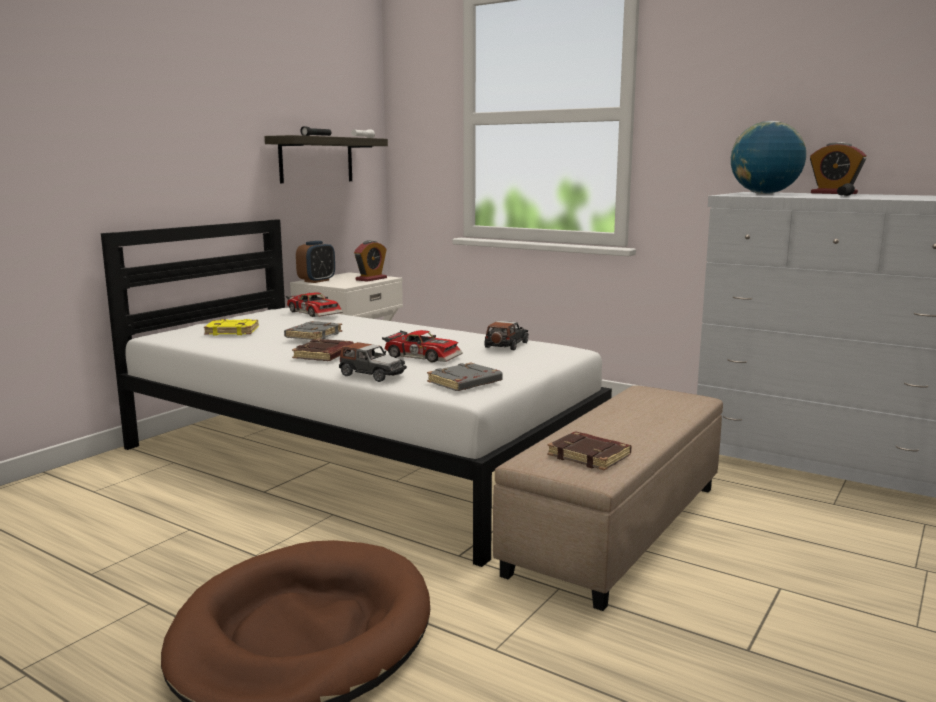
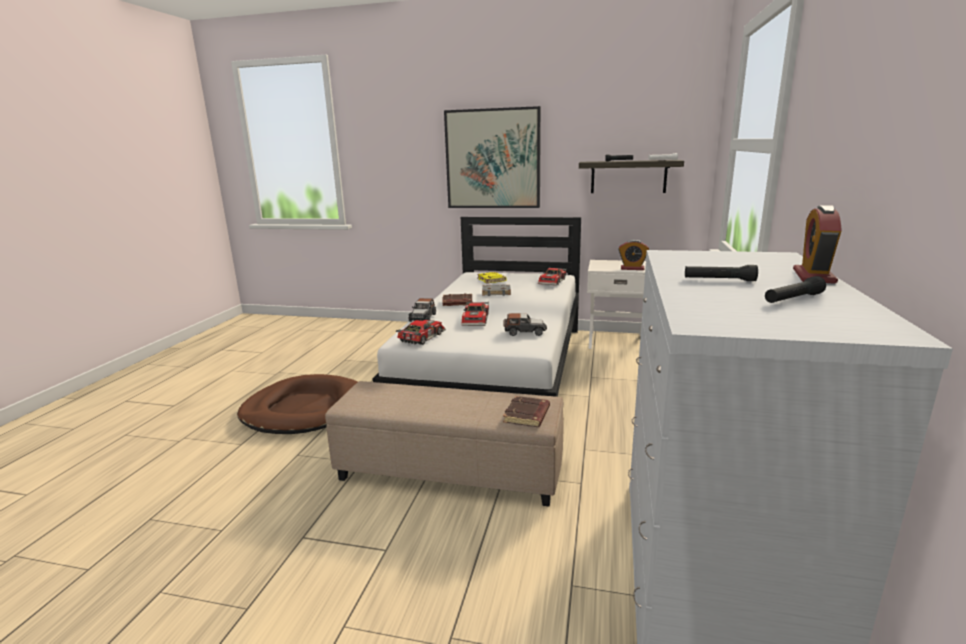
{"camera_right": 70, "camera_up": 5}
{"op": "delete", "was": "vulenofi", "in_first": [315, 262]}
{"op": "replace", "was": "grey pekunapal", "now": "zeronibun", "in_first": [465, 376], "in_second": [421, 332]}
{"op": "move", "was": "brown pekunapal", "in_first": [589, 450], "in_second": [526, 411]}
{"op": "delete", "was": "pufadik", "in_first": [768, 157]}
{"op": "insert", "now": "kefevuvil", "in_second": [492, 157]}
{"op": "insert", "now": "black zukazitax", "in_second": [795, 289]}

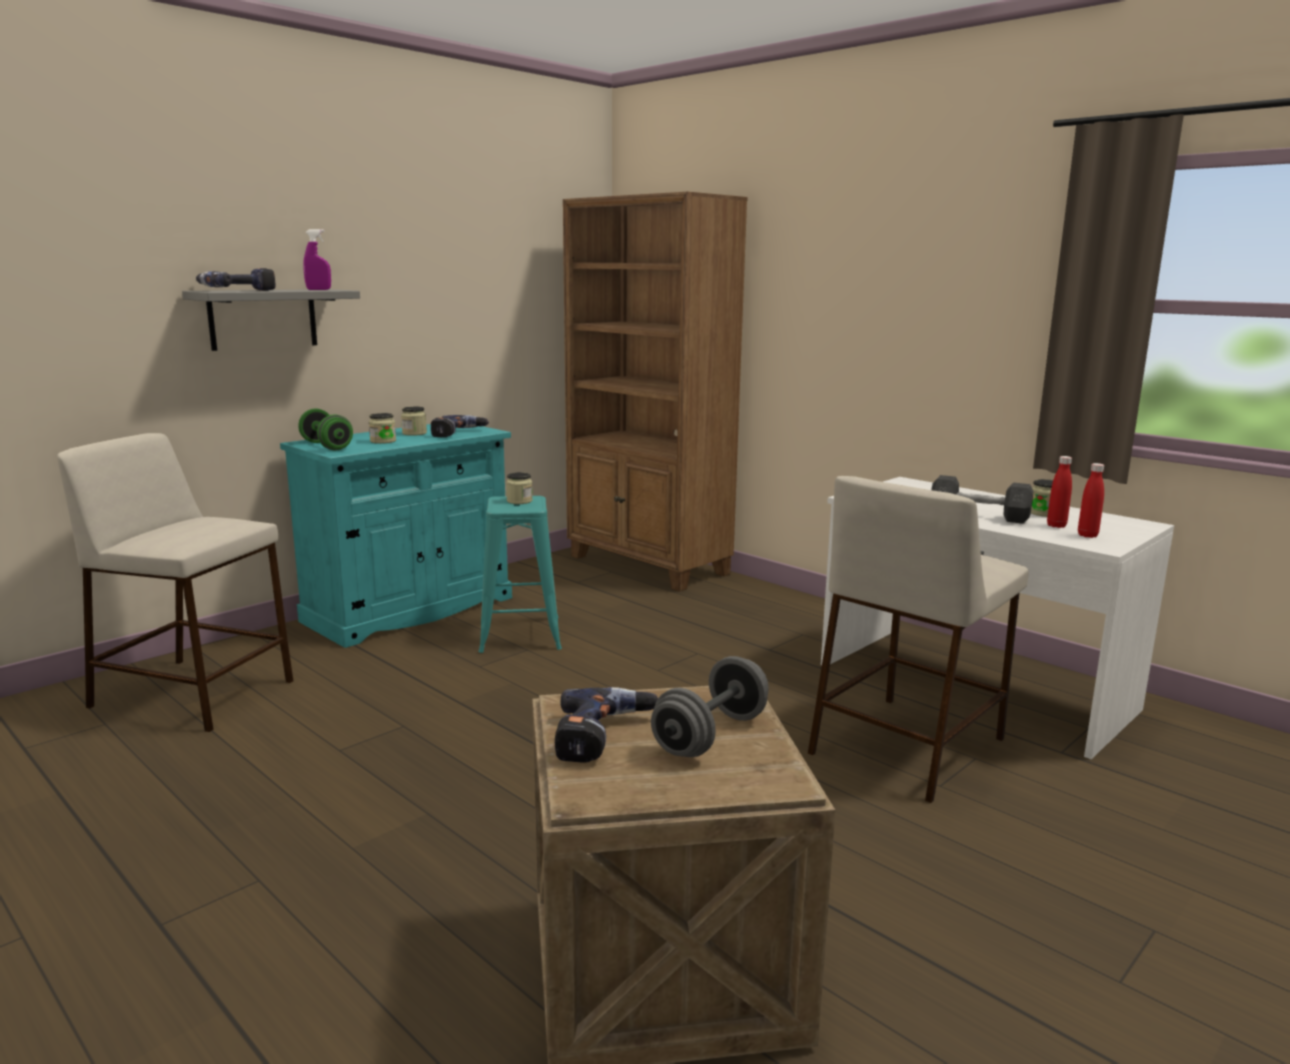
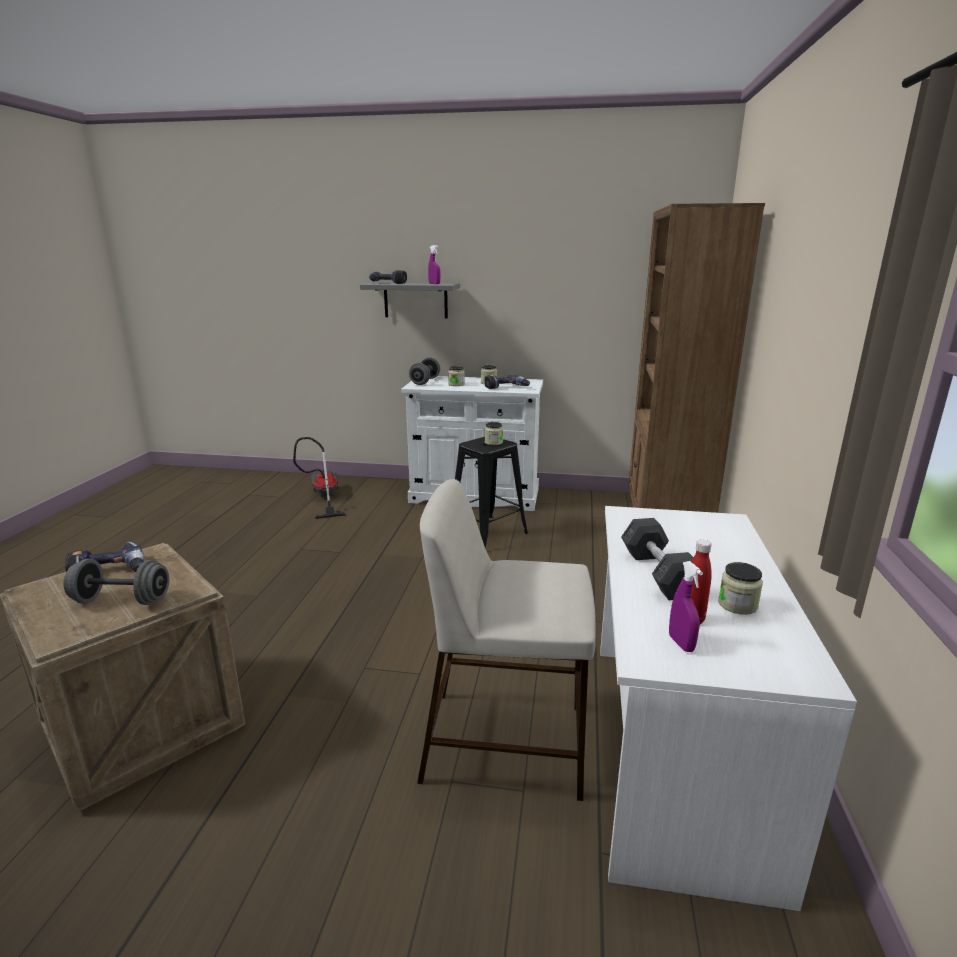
{"camera_right": 55, "camera_up": 5}
{"op": "replace", "was": "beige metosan", "now": "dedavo", "in_first": [175, 582], "in_second": [319, 478]}
{"op": "recolor", "was": "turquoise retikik", "now": "white retikik", "in_first": [396, 536], "in_second": [472, 443]}
{"op": "recolor", "was": "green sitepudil", "now": "grey sitepudil", "in_first": [325, 429], "in_second": [424, 371]}
{"op": "recolor", "was": "turquoise metosan", "now": "black metosan", "in_first": [520, 574], "in_second": [491, 493]}
{"op": "replace", "was": "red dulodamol", "now": "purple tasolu", "in_first": [1091, 500], "in_second": [686, 606]}

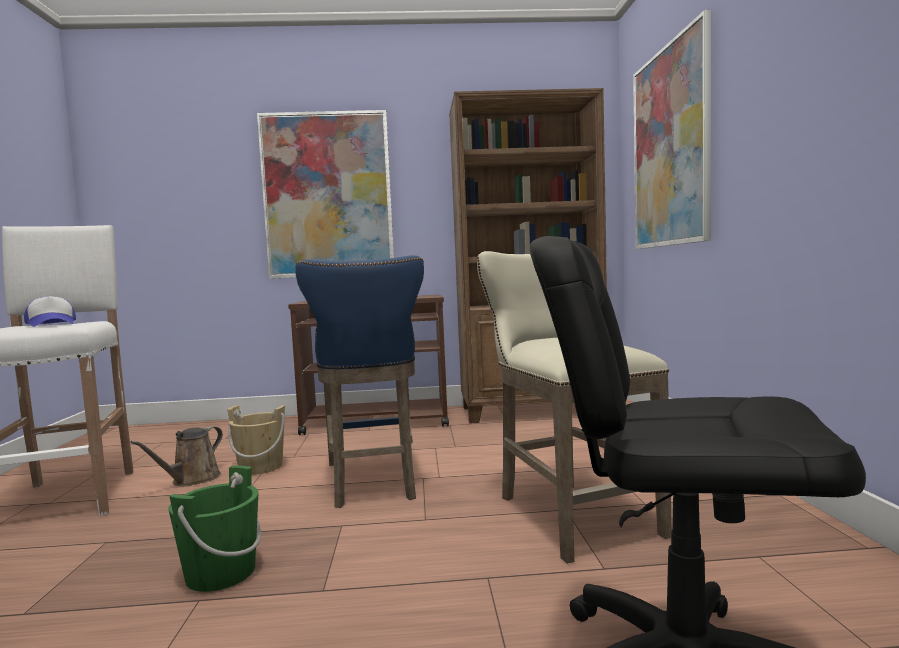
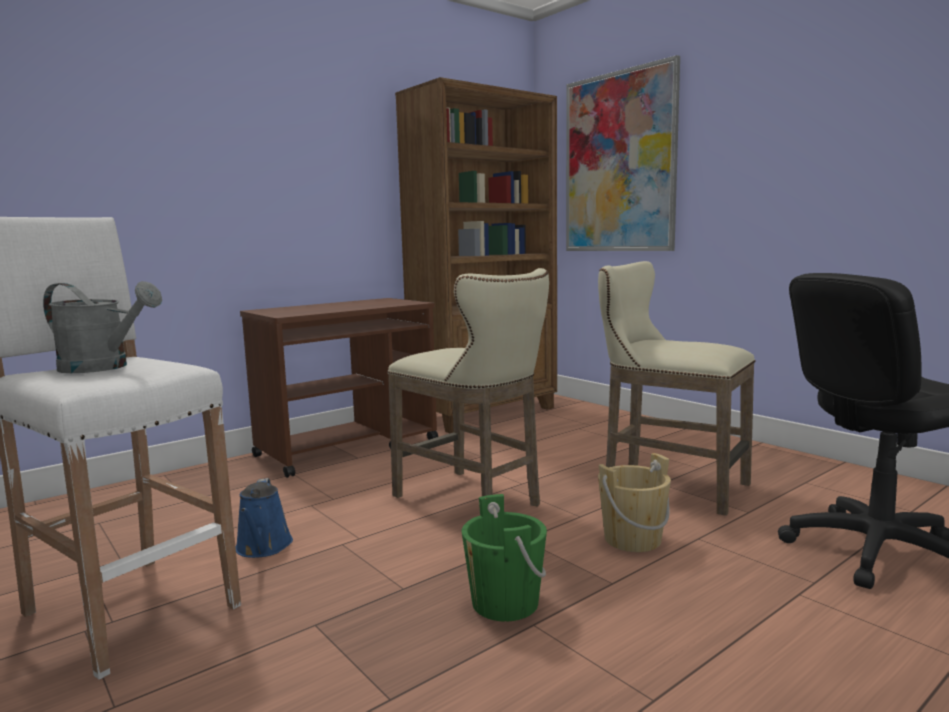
{"camera_right": -35, "camera_up": 5}
{"op": "replace", "was": "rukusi", "now": "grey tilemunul", "in_first": [50, 311], "in_second": [102, 327]}
{"op": "recolor", "was": "brown tilemunul", "now": "blue tilemunul", "in_first": [176, 456], "in_second": [264, 518]}
{"op": "move", "was": "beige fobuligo", "in_first": [256, 440], "in_second": [634, 502]}
{"op": "delete", "was": "kefevuvil", "in_first": [325, 194]}
{"op": "recolor", "was": "blue metosan", "now": "beige metosan", "in_first": [359, 381], "in_second": [468, 387]}

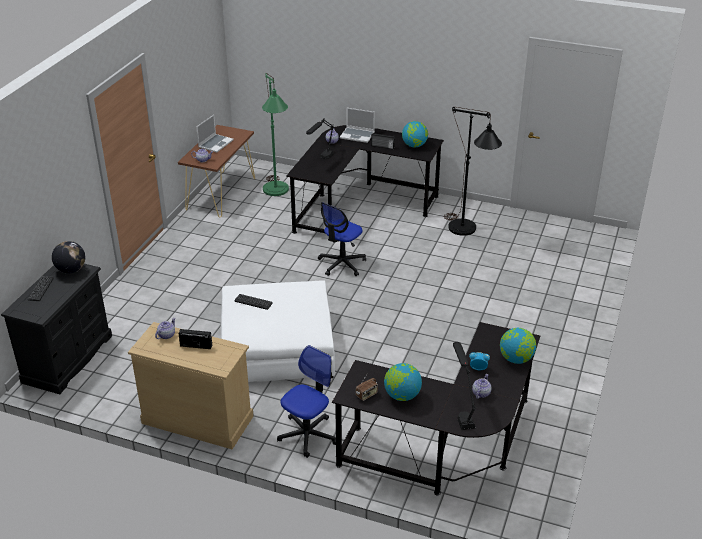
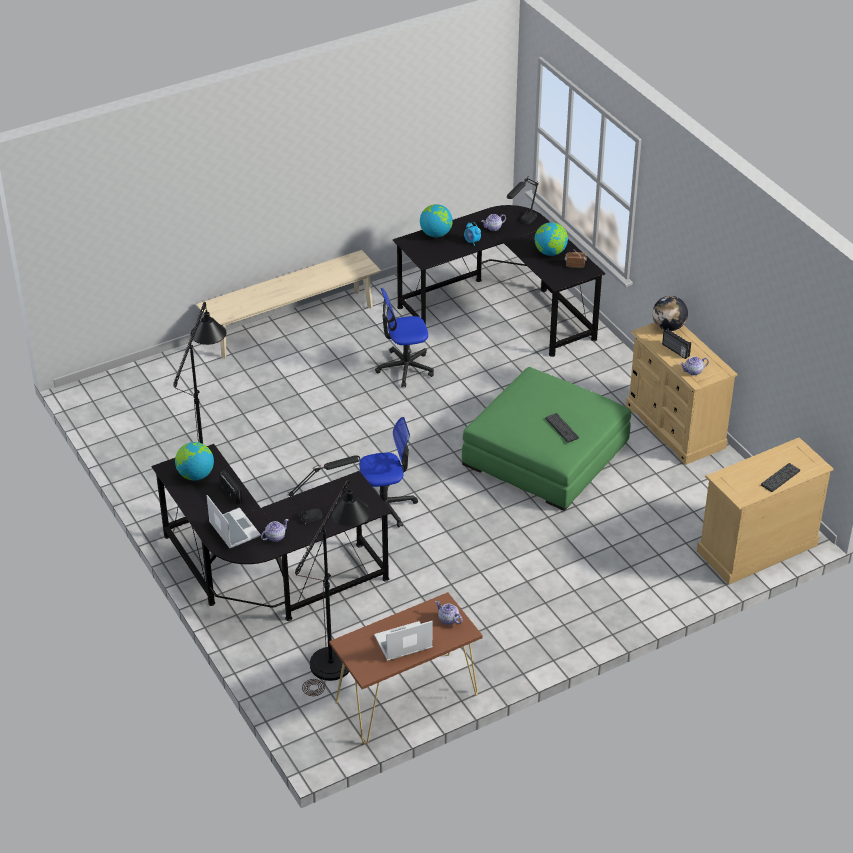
{"camera_right": -140, "camera_up": 5}
{"op": "recolor", "was": "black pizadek", "now": "beige pizadek", "in_first": [56, 329], "in_second": [765, 510]}
{"op": "move", "was": "pufadik", "in_first": [68, 257], "in_second": [670, 313]}
{"op": "recolor", "was": "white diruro", "now": "green diruro", "in_first": [278, 331], "in_second": [546, 439]}
{"op": "recolor", "was": "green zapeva", "now": "black zapeva", "in_first": [275, 134], "in_second": [332, 588]}
{"op": "move", "was": "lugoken", "in_first": [306, 401], "in_second": [404, 338]}
{"op": "insert", "now": "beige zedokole", "in_second": [288, 304]}

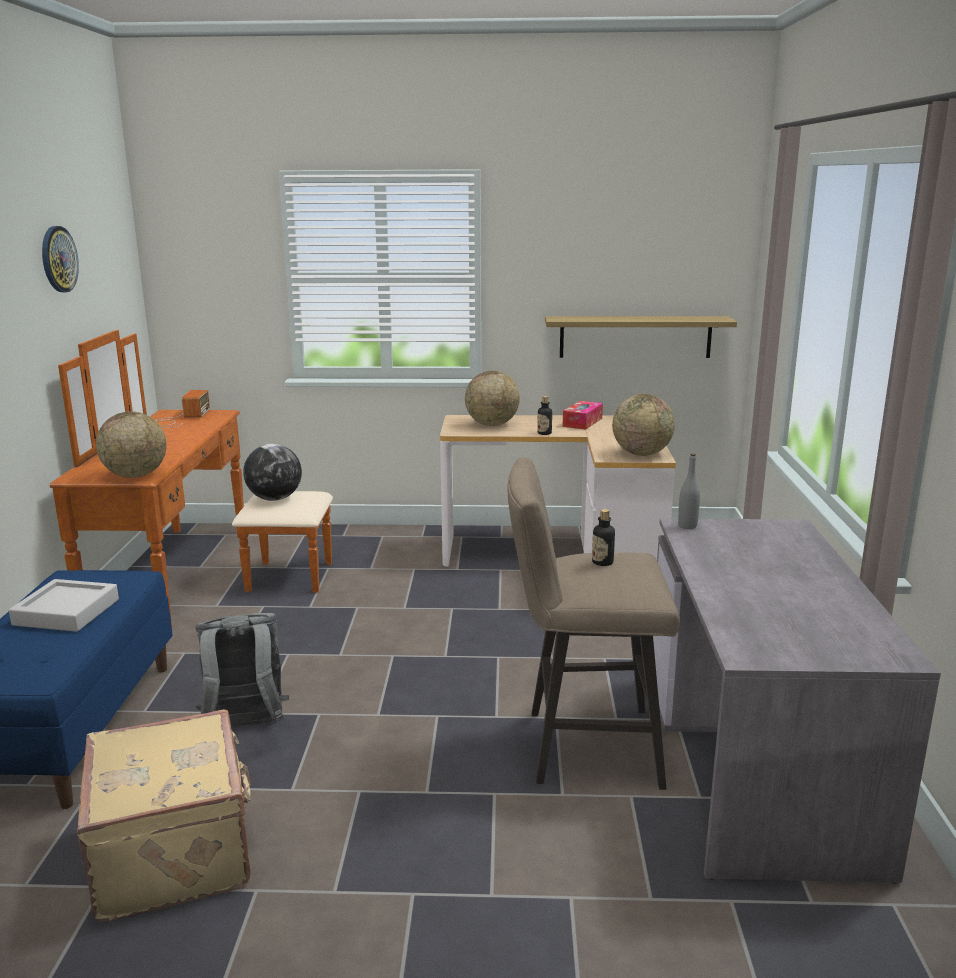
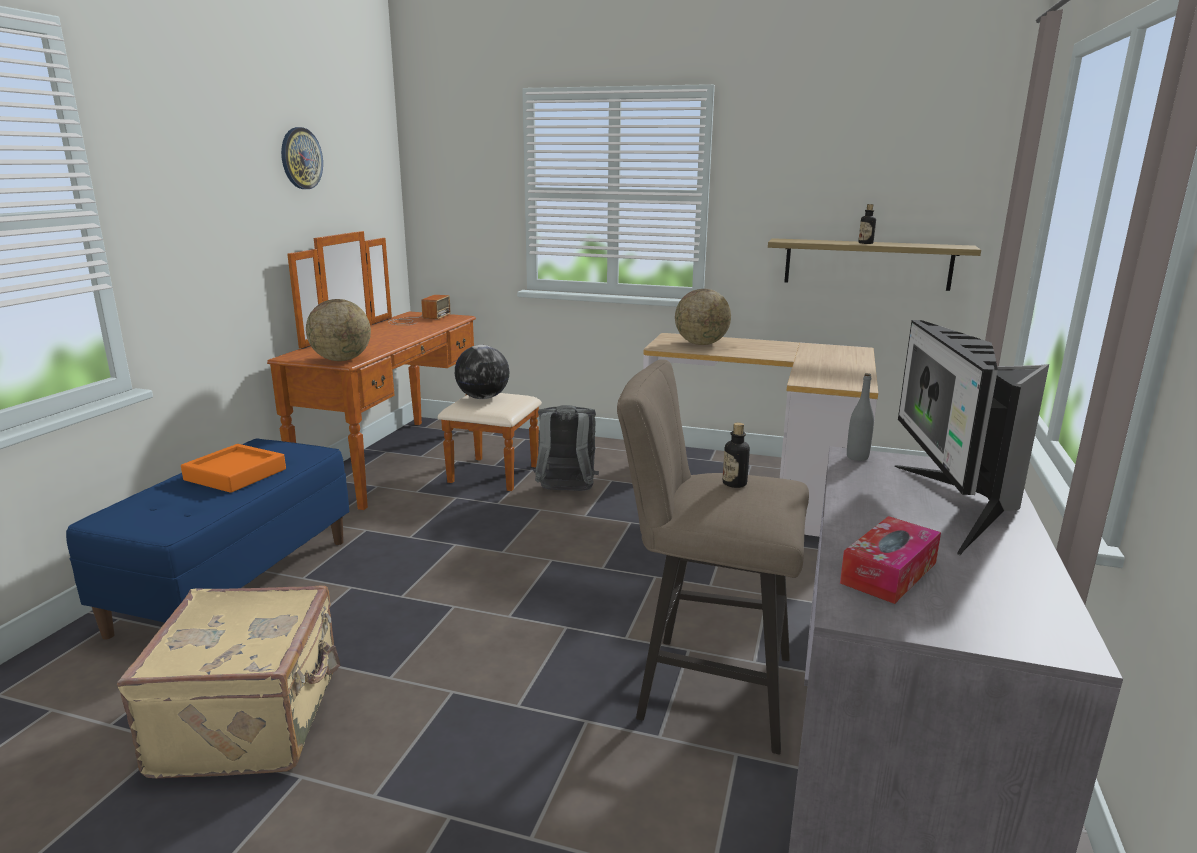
{"camera_right": 15, "camera_up": 0}
{"op": "recolor", "was": "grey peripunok", "now": "orange peripunok", "in_first": [64, 605], "in_second": [233, 468]}
{"op": "move", "was": "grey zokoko", "in_first": [242, 670], "in_second": [566, 448]}
{"op": "move", "was": "dulodamol", "in_first": [544, 415], "in_second": [867, 224]}
{"op": "move", "was": "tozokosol", "in_first": [583, 415], "in_second": [890, 560]}
{"op": "delete", "was": "pufadik", "in_first": [643, 425]}
{"op": "insert", "now": "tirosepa", "in_second": [971, 438]}

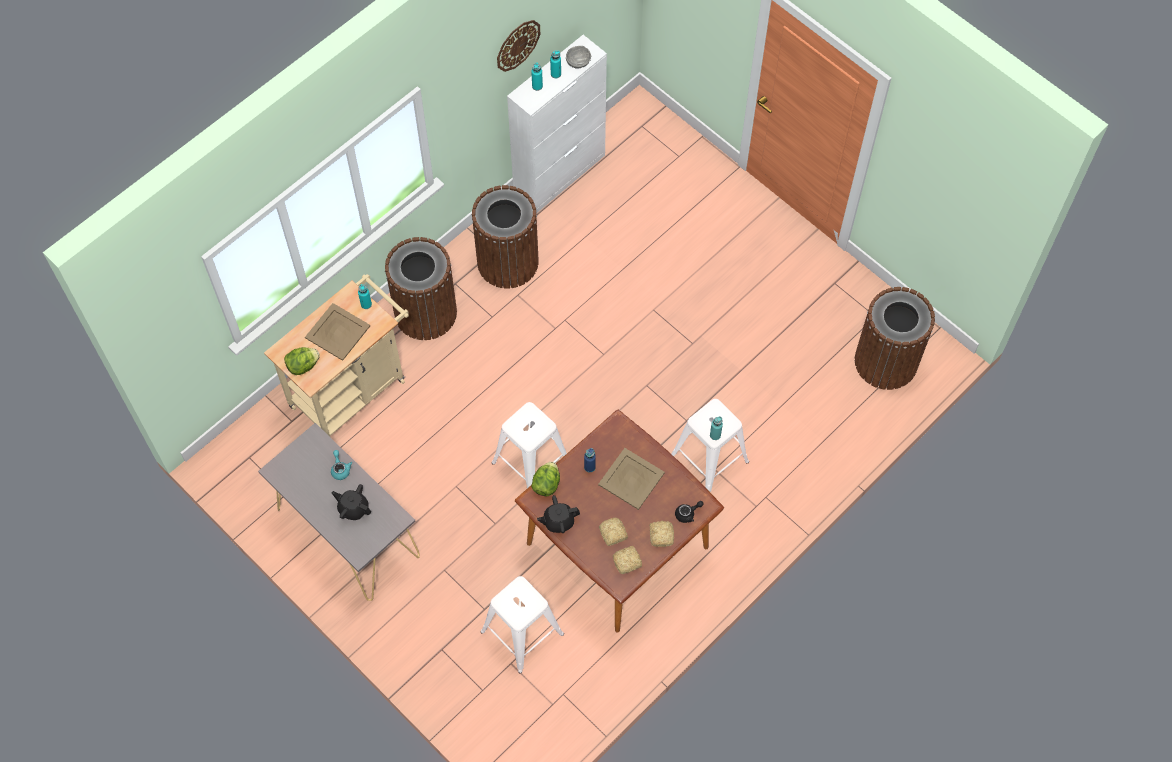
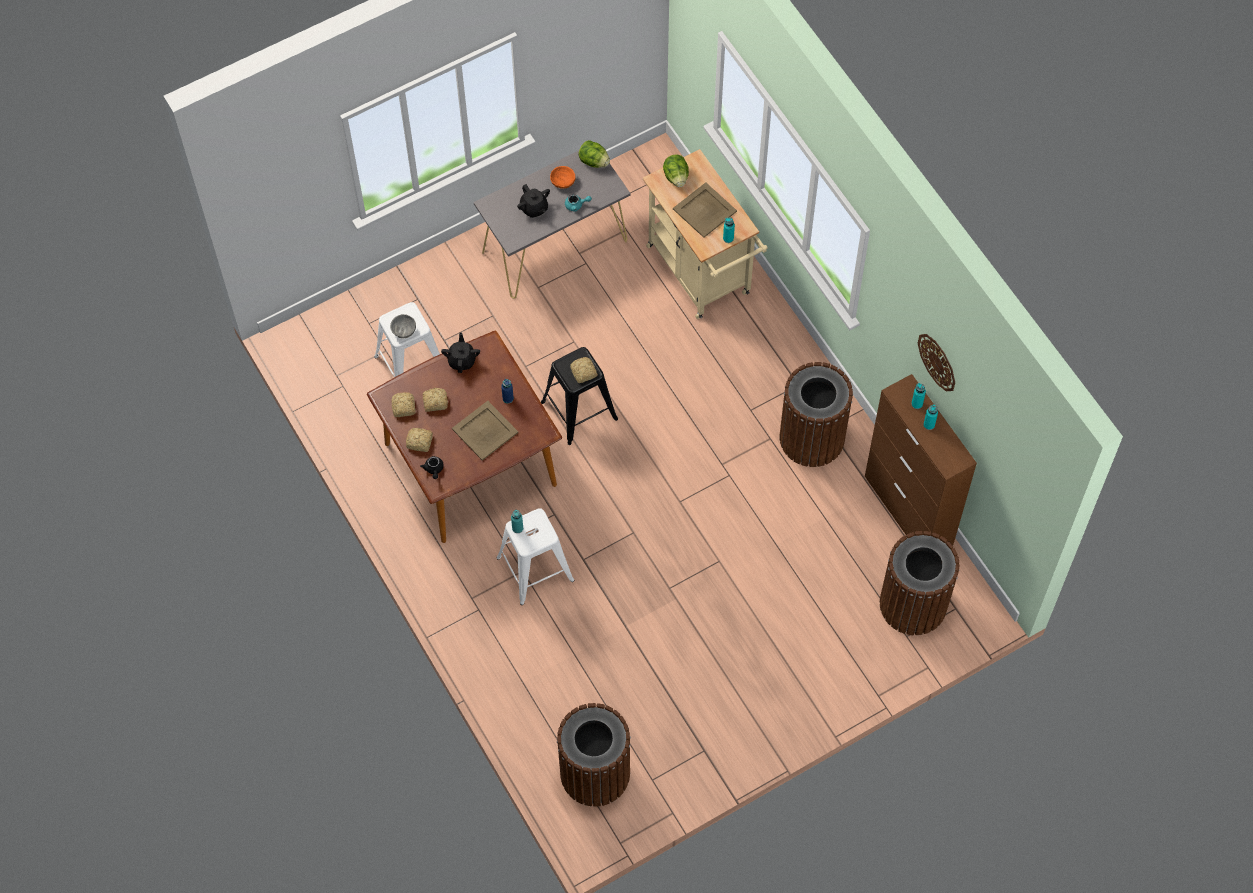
{"camera_right": 105, "camera_up": 0}
{"op": "rotate", "was": "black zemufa", "in_first": [351, 502], "in_second": [533, 201], "clockwise": 105}
{"op": "move", "was": "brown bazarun", "in_first": [421, 288], "in_second": [920, 583]}
{"op": "recolor", "was": "white metosan", "now": "black metosan", "in_first": [529, 445], "in_second": [579, 396]}
{"op": "recolor", "was": "white retikik", "now": "brown retikik", "in_first": [557, 124], "in_second": [921, 459]}
{"op": "move", "was": "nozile", "in_first": [545, 479], "in_second": [594, 154]}
{"op": "move", "was": "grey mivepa", "in_first": [578, 57], "in_second": [403, 326]}
{"op": "insert", "now": "orange mivepa", "in_second": [563, 177]}
{"op": "insert", "now": "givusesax", "in_second": [584, 370]}

